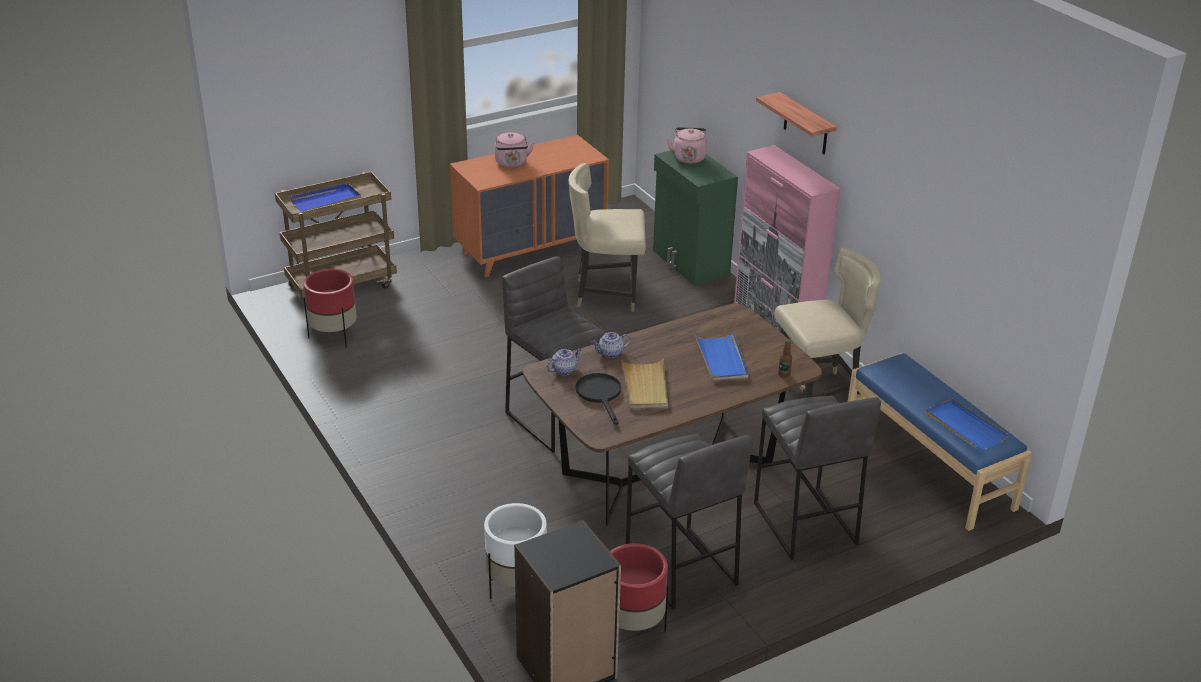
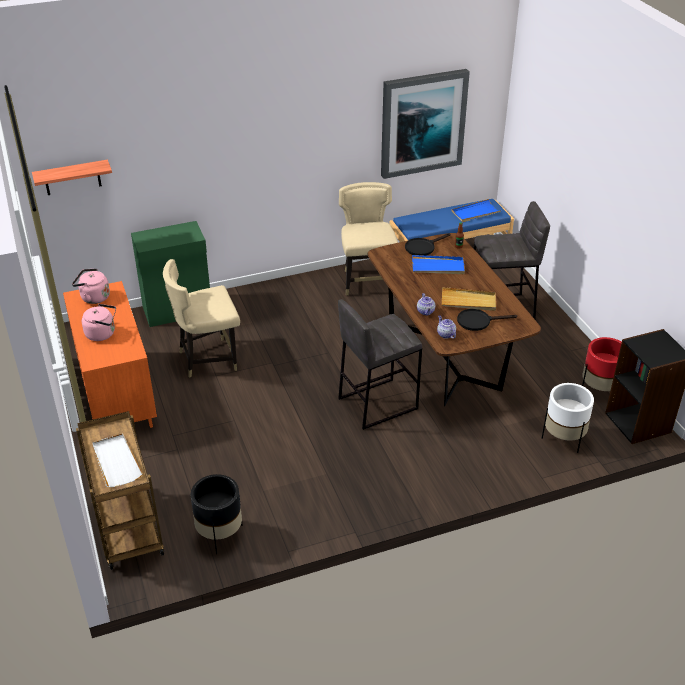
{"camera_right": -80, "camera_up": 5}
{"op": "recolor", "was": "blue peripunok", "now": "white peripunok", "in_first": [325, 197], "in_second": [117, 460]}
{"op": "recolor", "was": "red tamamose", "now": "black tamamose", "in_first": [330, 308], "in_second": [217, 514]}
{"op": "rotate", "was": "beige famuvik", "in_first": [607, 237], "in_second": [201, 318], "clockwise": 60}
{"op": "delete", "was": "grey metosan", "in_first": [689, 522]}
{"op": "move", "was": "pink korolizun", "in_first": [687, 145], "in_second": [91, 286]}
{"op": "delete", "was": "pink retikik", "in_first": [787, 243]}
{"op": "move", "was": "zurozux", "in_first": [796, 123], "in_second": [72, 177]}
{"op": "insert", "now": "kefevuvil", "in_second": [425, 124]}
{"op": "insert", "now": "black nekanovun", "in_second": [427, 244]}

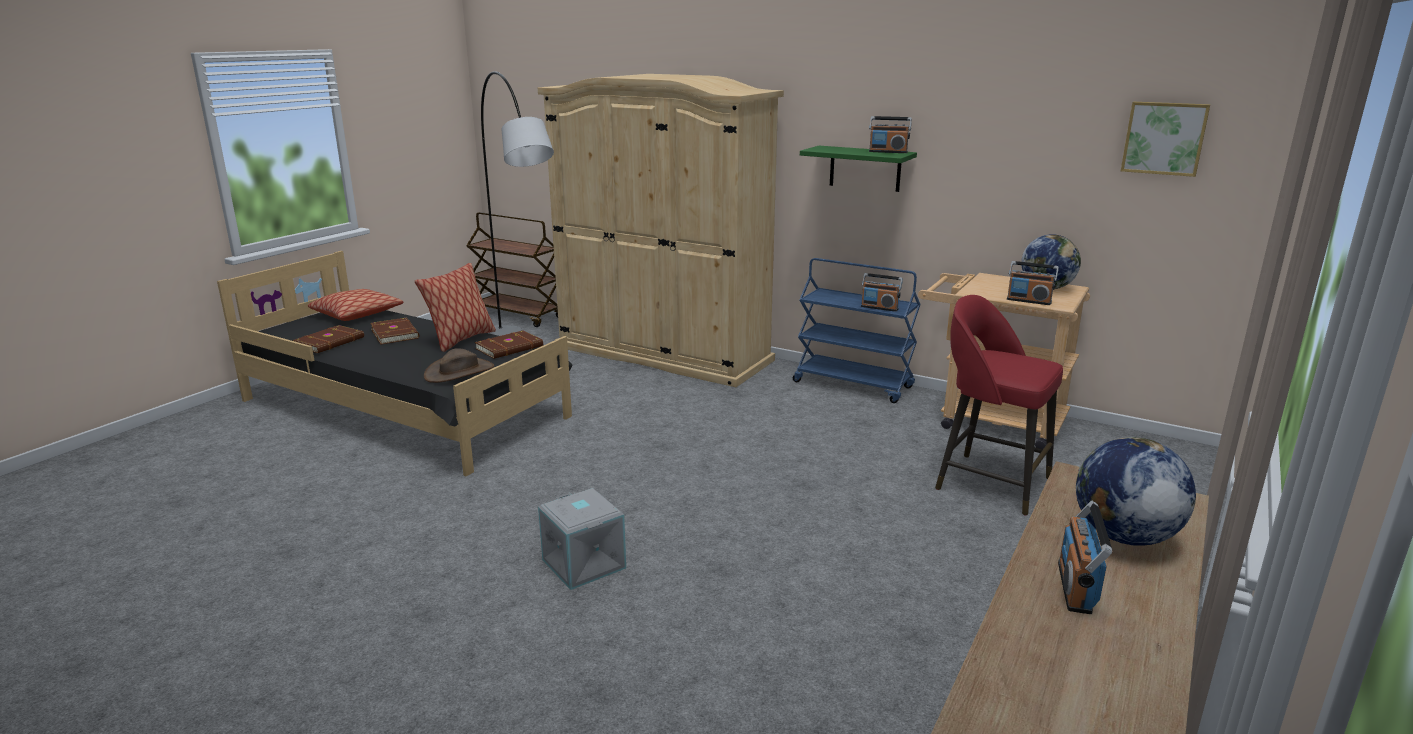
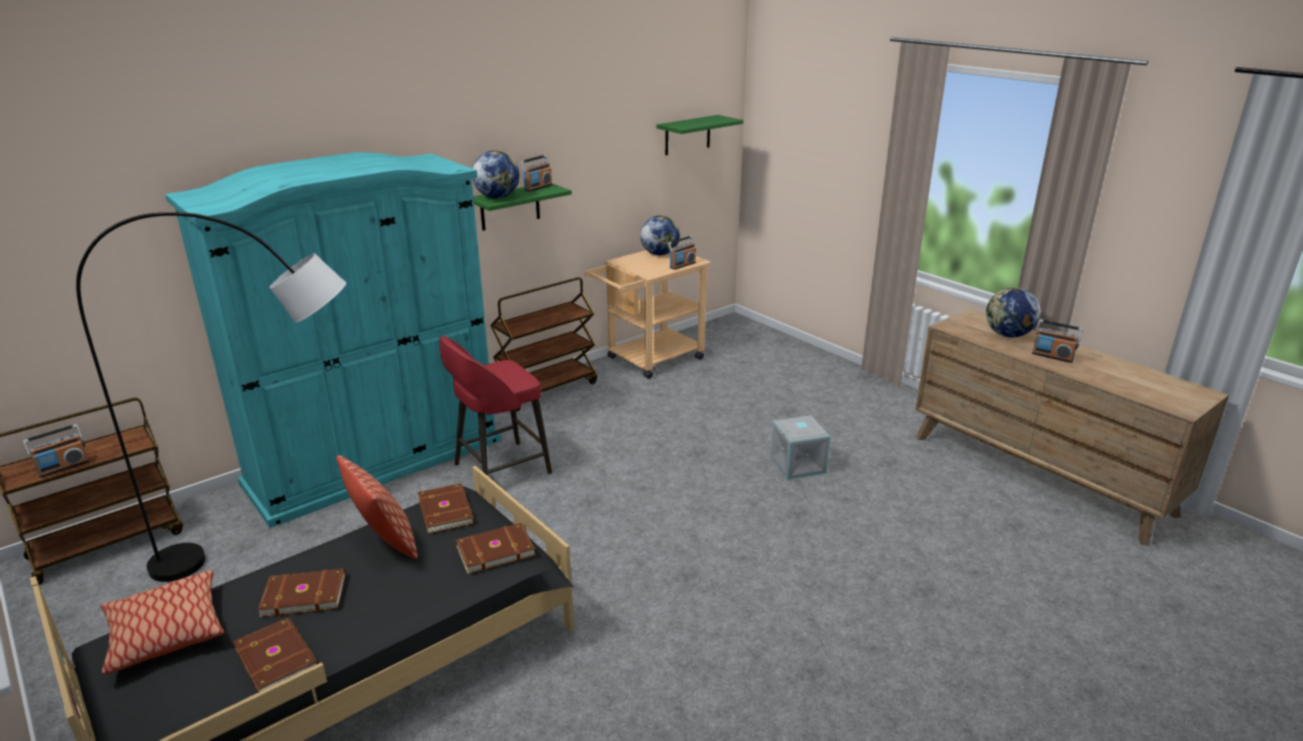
{"camera_right": -70, "camera_up": 5}
{"op": "replace", "was": "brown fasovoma", "now": "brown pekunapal", "in_first": [459, 365], "in_second": [495, 548]}
{"op": "recolor", "was": "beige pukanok", "now": "turquoise pukanok", "in_first": [661, 230], "in_second": [333, 340]}
{"op": "move", "was": "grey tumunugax", "in_first": [582, 539], "in_second": [800, 447]}
{"op": "recolor", "was": "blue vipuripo", "now": "brown vipuripo", "in_first": [857, 330], "in_second": [543, 344]}
{"op": "move", "was": "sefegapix", "in_first": [882, 292], "in_second": [56, 451]}
{"op": "move", "was": "red metosan", "in_first": [999, 405], "in_second": [496, 406]}
{"op": "replace", "was": "kefevuvil", "now": "green zurozux", "in_first": [1165, 139], "in_second": [700, 135]}
{"op": "insert", "now": "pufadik", "in_second": [496, 174]}

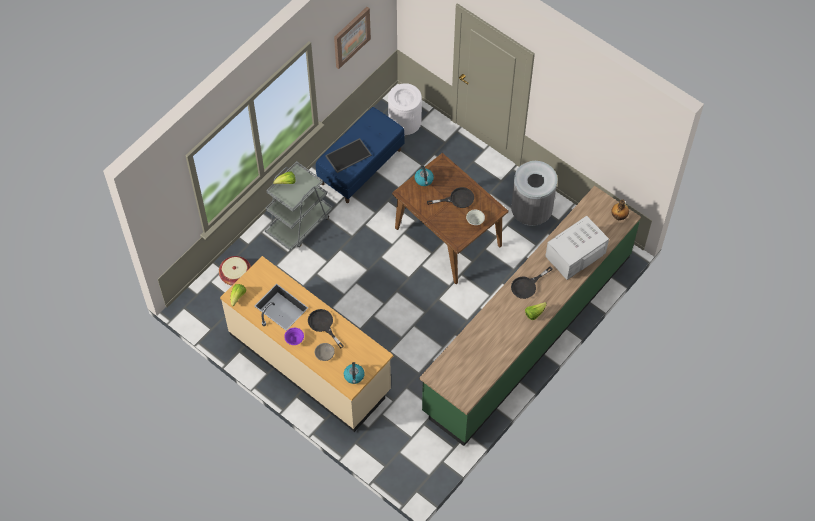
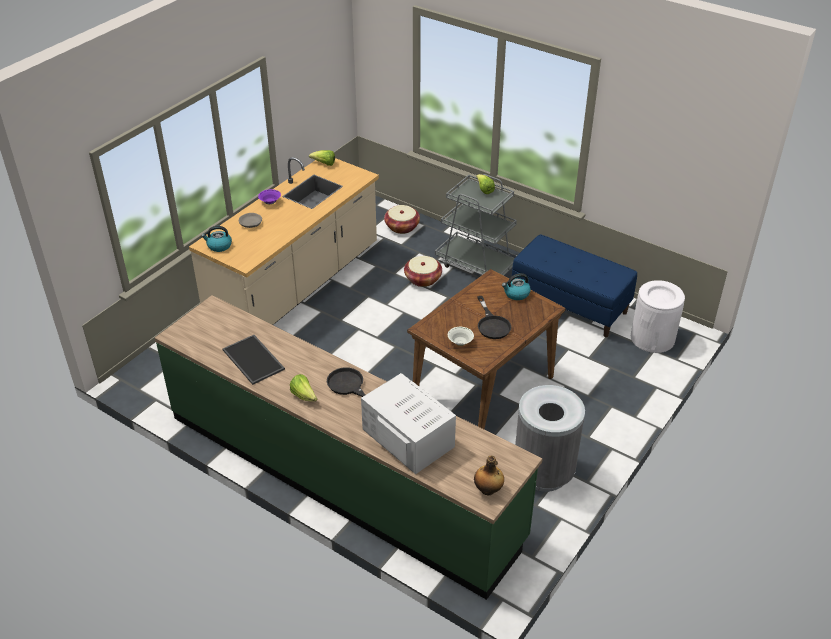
{"camera_right": 85, "camera_up": -20}
{"op": "delete", "was": "black nekanovun", "in_first": [326, 329]}
{"op": "move", "was": "peripunok", "in_first": [348, 155], "in_second": [254, 360]}
{"op": "delete", "was": "kefevuvil", "in_first": [352, 38]}
{"op": "insert", "now": "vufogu", "in_second": [423, 271]}

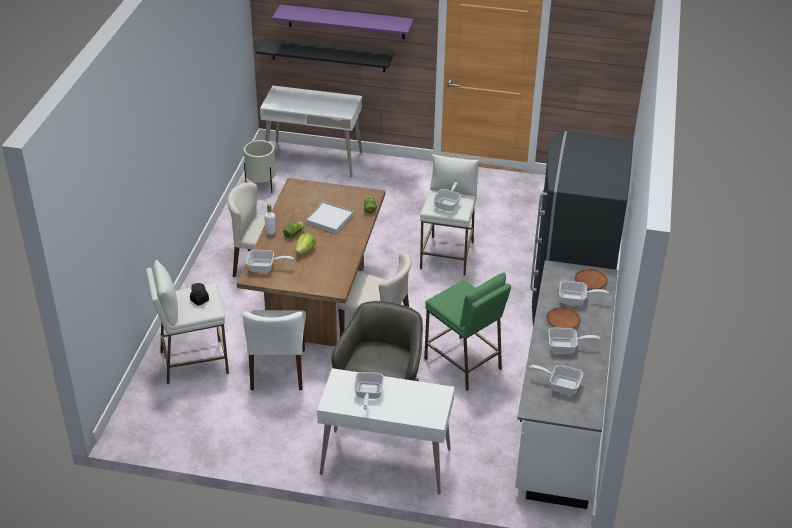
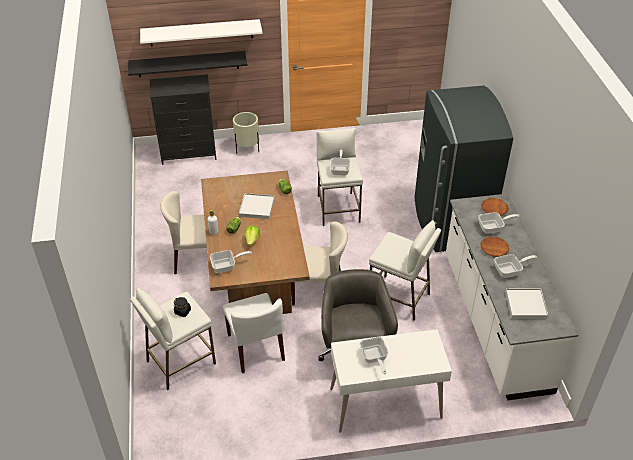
{"camera_right": -20, "camera_up": 5}
{"op": "move", "was": "beige tamamose", "in_first": [260, 166], "in_second": [246, 133]}
{"op": "replace", "was": "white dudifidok", "now": "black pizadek", "in_first": [311, 131], "in_second": [183, 119]}
{"op": "recolor", "was": "purple zurozux", "now": "white zurozux", "in_first": [343, 21], "in_second": [201, 33]}
{"op": "recolor", "was": "green metosan", "now": "white metosan", "in_first": [467, 332], "in_second": [405, 270]}
{"op": "replace", "was": "nekanovun", "now": "white peripunok", "in_first": [556, 380], "in_second": [526, 304]}

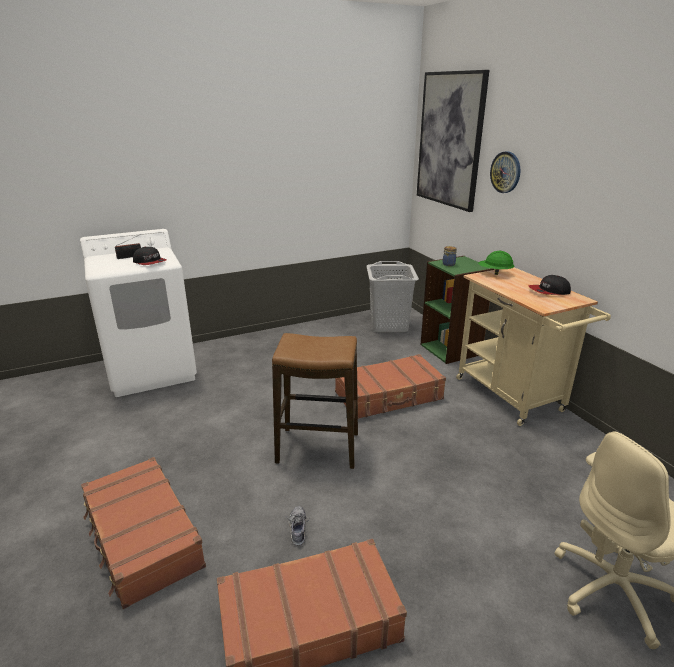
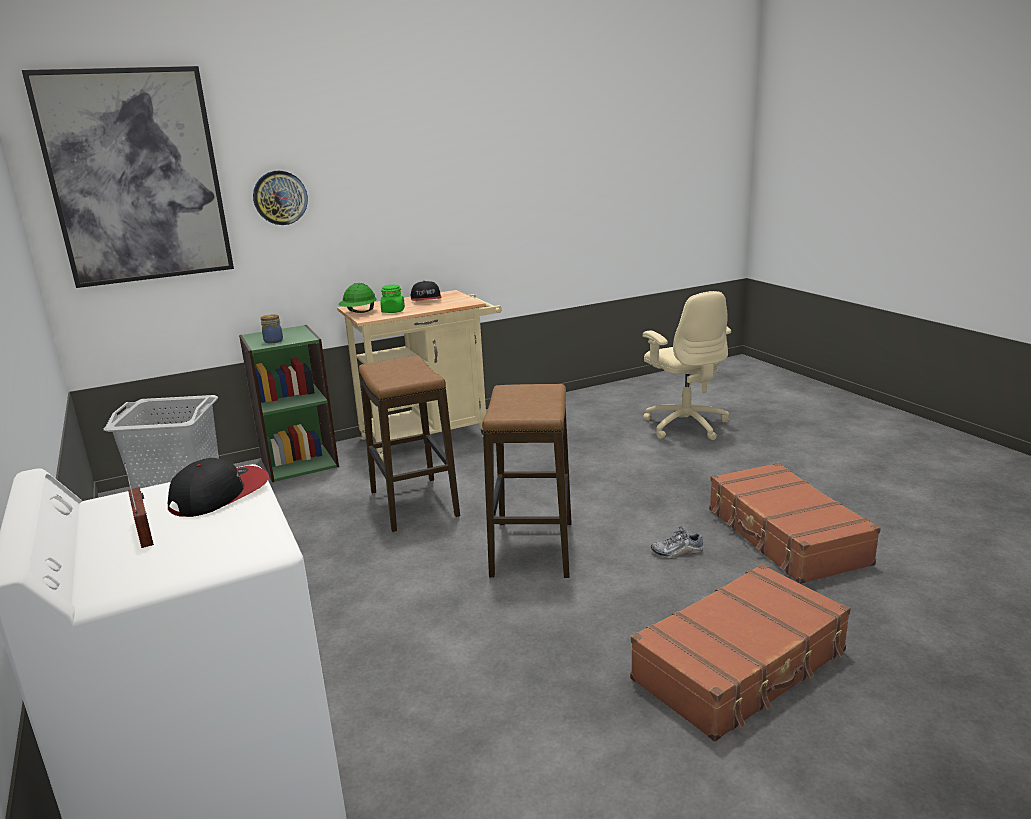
{"camera_right": -90, "camera_up": -5}
{"op": "replace", "was": "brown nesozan", "now": "metosan", "in_first": [390, 386], "in_second": [409, 444]}
{"op": "insert", "now": "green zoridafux", "in_second": [392, 299]}

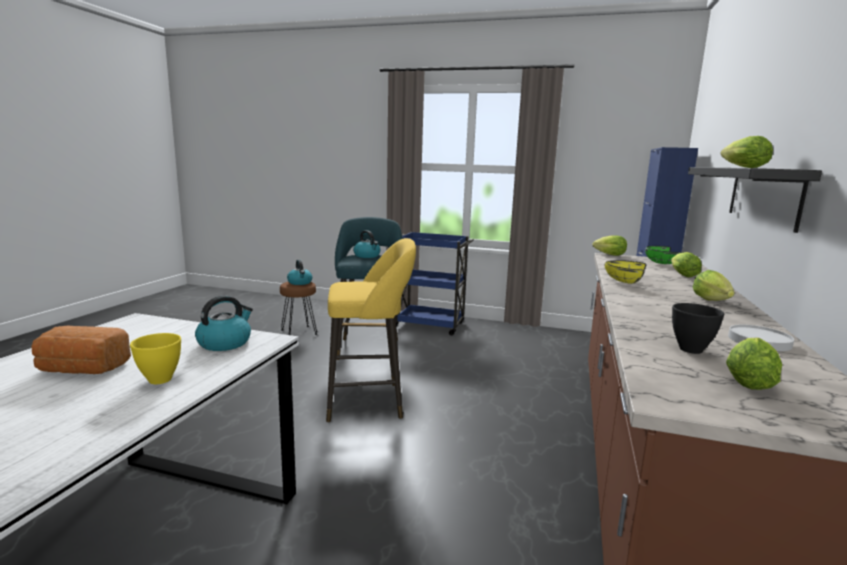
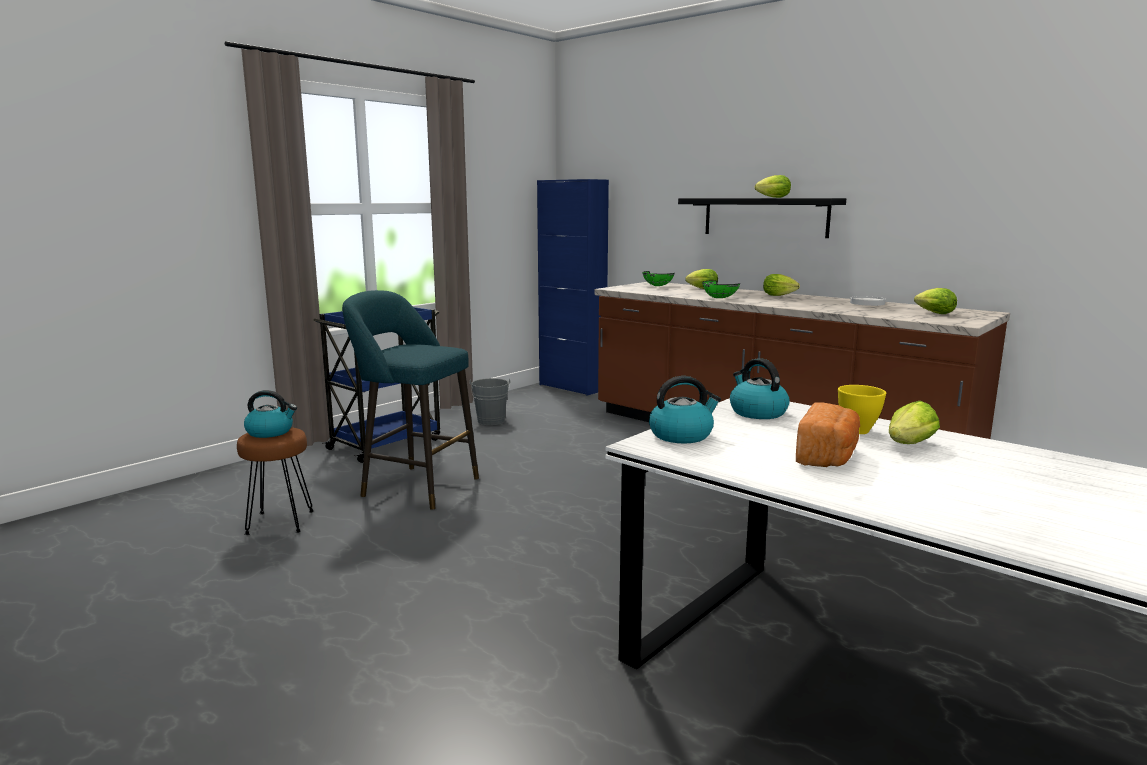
{"camera_right": -65, "camera_up": 0}
{"op": "delete", "was": "yellow metosan", "in_first": [371, 330]}
{"op": "move", "was": "korolizun", "in_first": [367, 244], "in_second": [685, 409]}
{"op": "move", "was": "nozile", "in_first": [610, 245], "in_second": [914, 422]}
{"op": "recolor", "was": "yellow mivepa", "now": "green mivepa", "in_first": [625, 272], "in_second": [721, 289]}
{"op": "delete", "was": "black mivepa", "in_first": [698, 328]}
{"op": "insert", "now": "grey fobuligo", "in_second": [489, 401]}

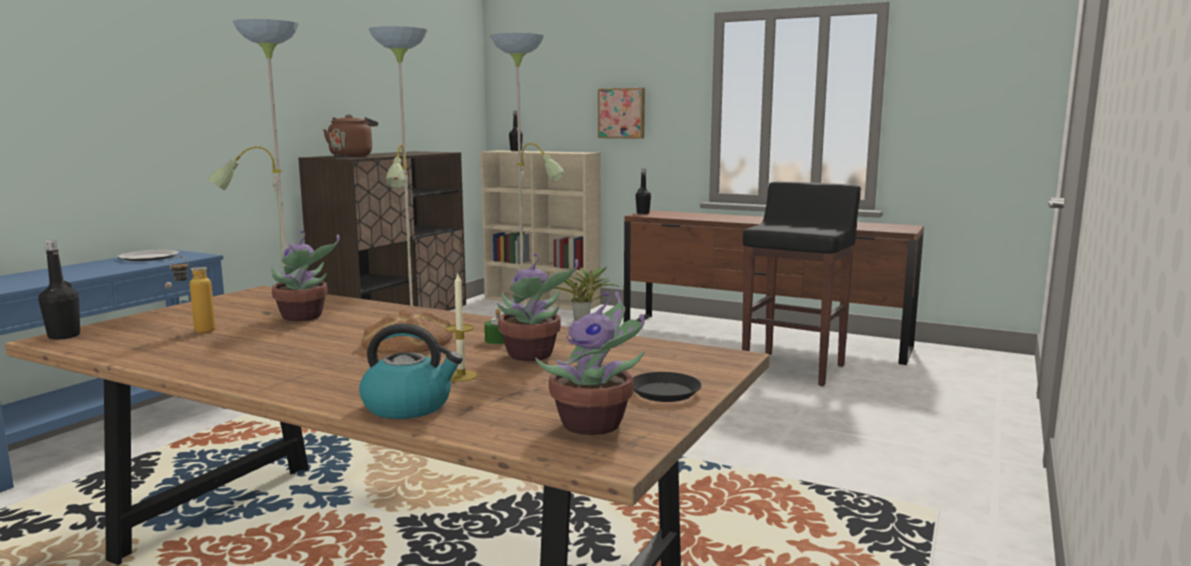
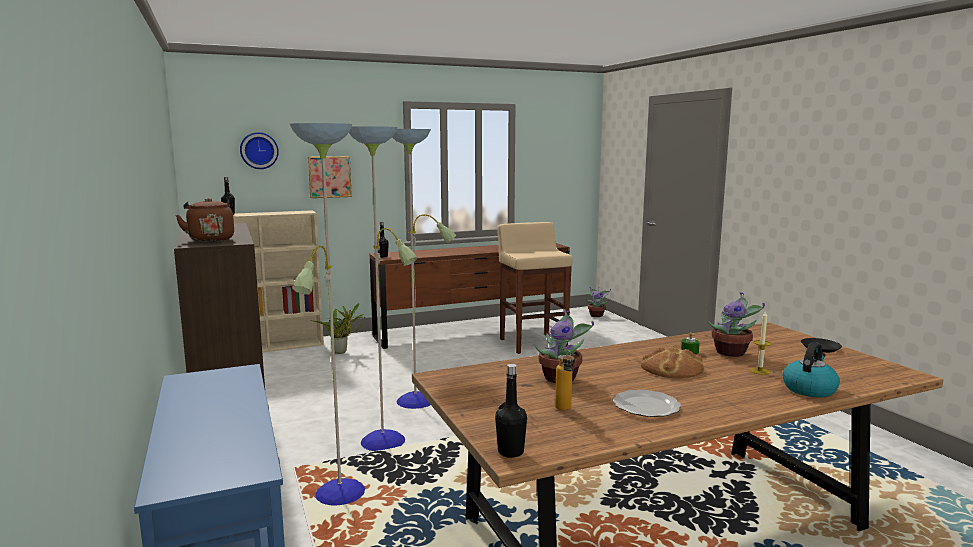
{"camera_right": -50, "camera_up": 0}
{"op": "move", "was": "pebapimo", "in_first": [148, 255], "in_second": [647, 403]}
{"op": "move", "was": "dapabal", "in_first": [590, 363], "in_second": [598, 302]}
{"op": "recolor", "was": "black metosan", "now": "beige metosan", "in_first": [801, 284], "in_second": [535, 288]}
{"op": "insert", "now": "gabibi", "in_second": [259, 150]}

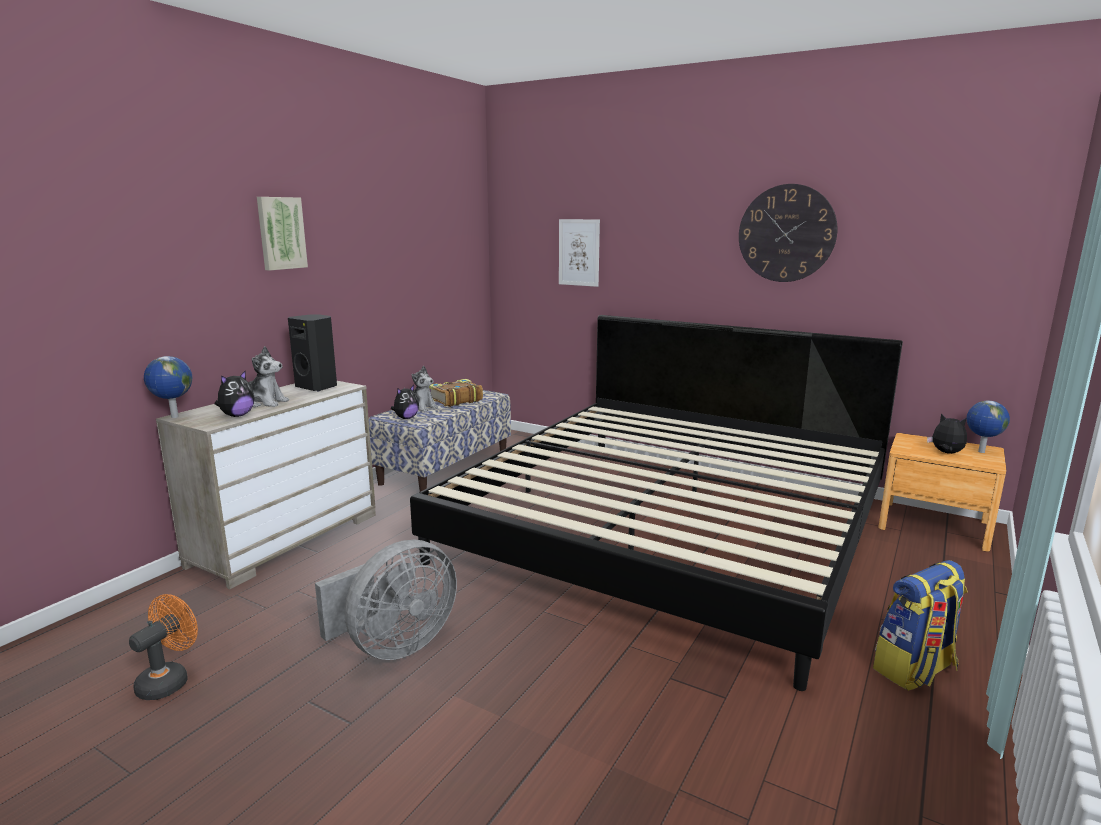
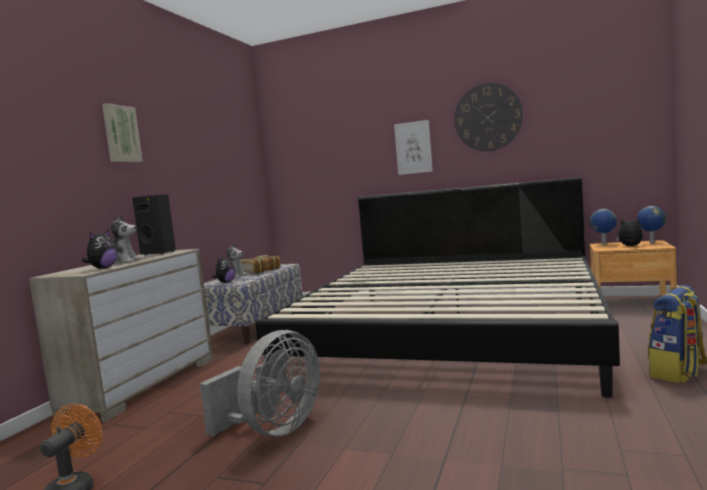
{"camera_right": -10, "camera_up": -10}
{"op": "move", "was": "pufadik", "in_first": [168, 387], "in_second": [603, 227]}
{"op": "move", "was": "kefevuvil", "in_first": [579, 253], "in_second": [413, 147]}

